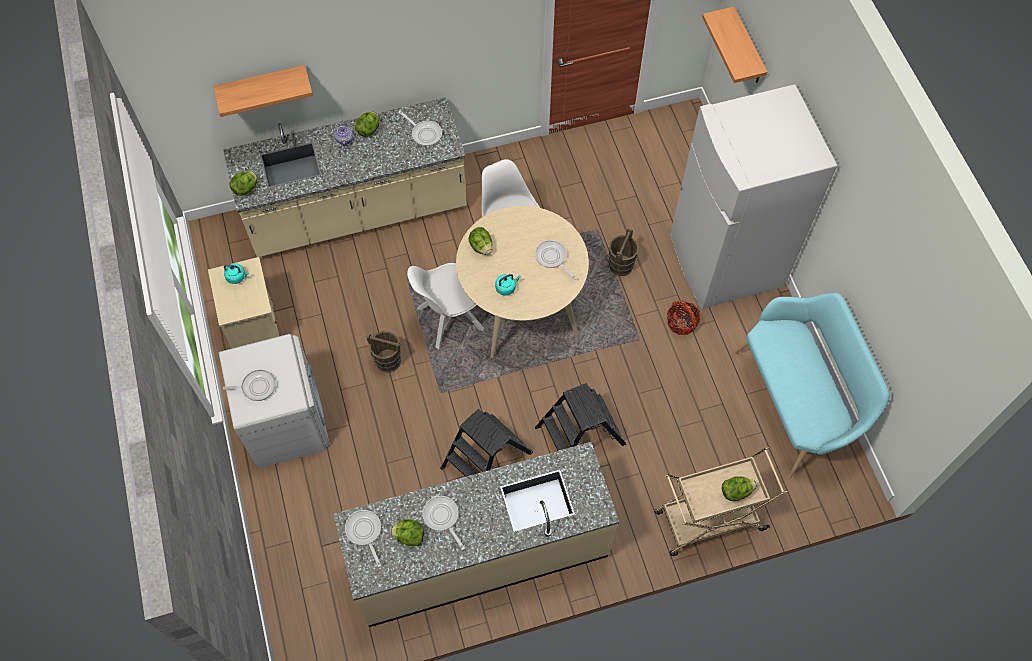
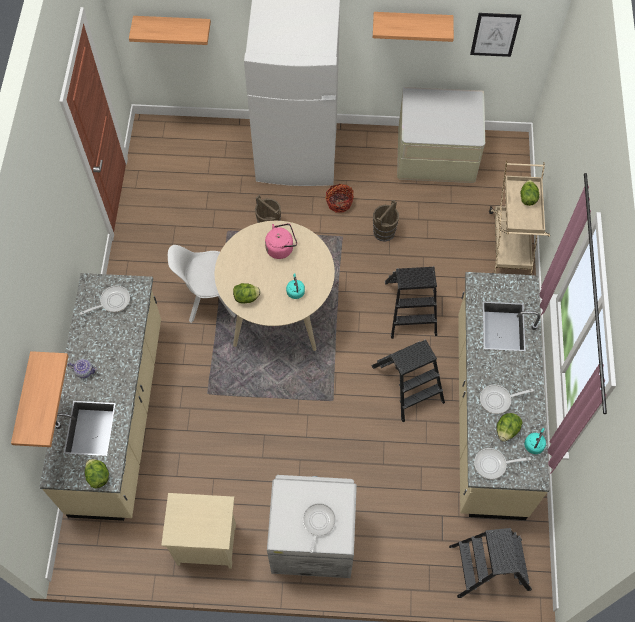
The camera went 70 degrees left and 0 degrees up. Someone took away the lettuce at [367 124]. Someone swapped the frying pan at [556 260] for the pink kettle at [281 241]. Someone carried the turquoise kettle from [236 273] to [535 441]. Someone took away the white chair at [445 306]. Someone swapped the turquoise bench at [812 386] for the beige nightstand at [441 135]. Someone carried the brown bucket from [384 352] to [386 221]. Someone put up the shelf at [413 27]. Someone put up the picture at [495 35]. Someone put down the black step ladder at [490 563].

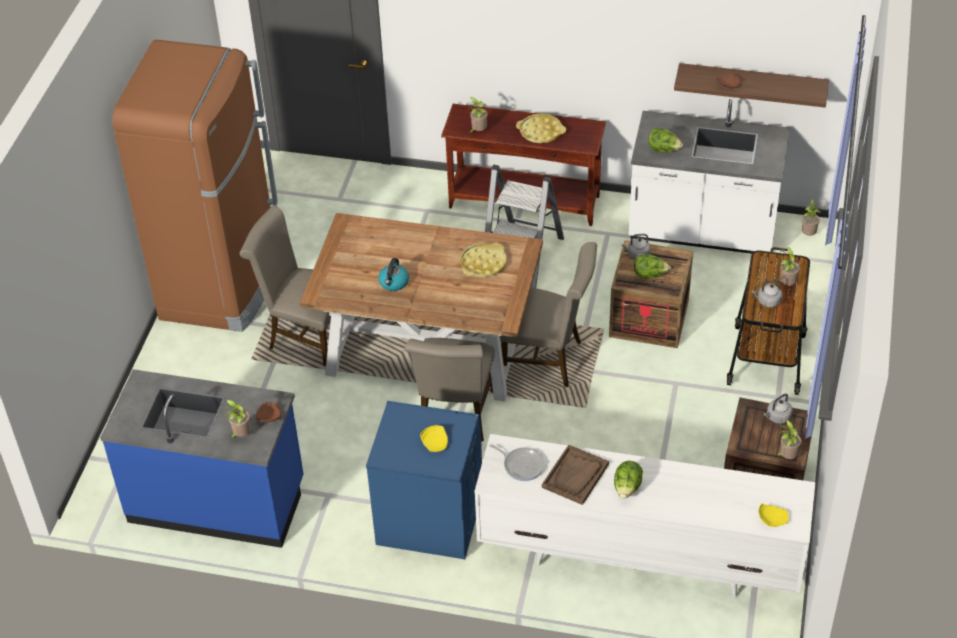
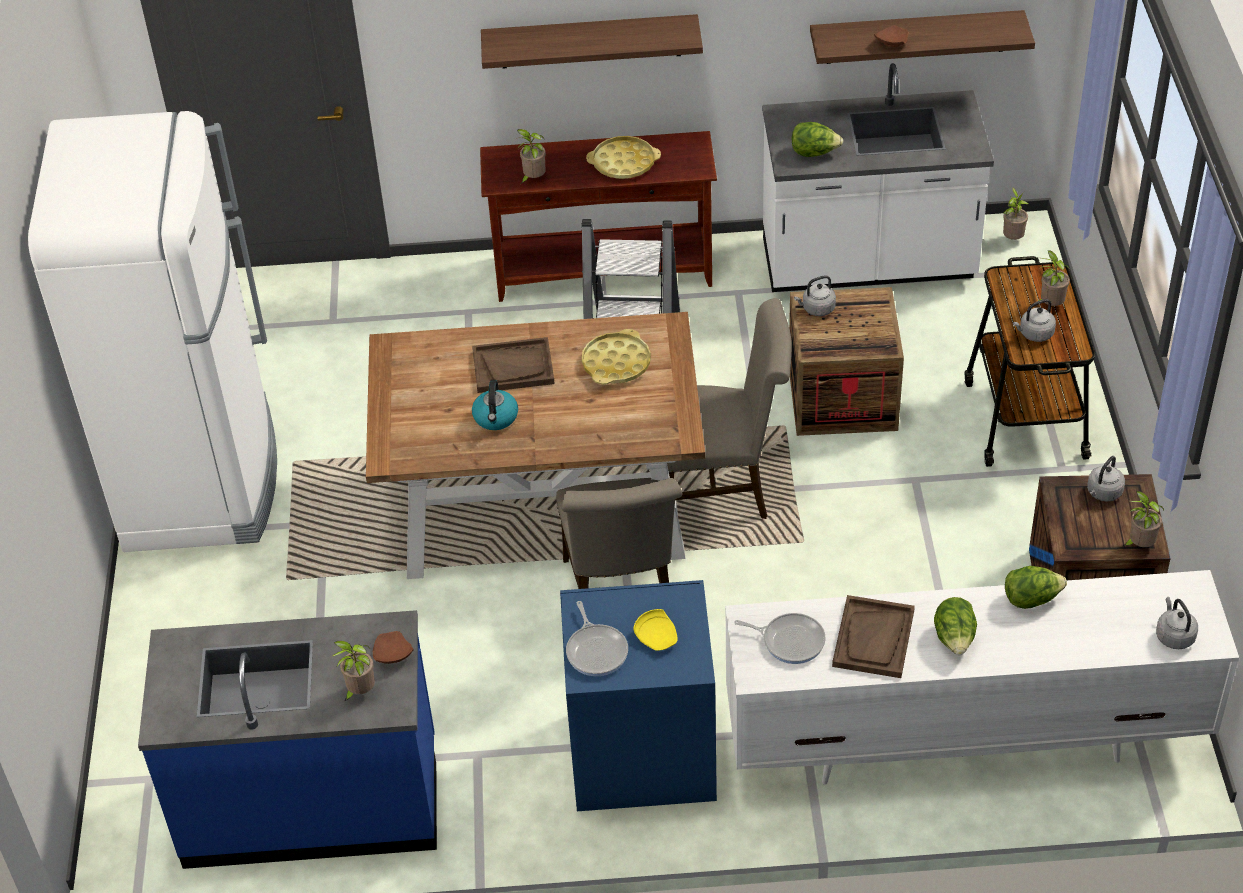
The camera went 15 degrees left and 0 degrees up. Someone repainted the brown fridge at [195 186], which became the white fridge at [152 331]. Someone took away the beige chair at [285 285]. Someone carried the lettuce from [652 266] to [1036 587]. Someone swapped the yellow plate at [774 515] for the grey kettle at [1177 623]. Someone put up the shelf at [592 41]. Someone put down the brown tray at [513 365]. Someone put down the frying pan at [597 638].

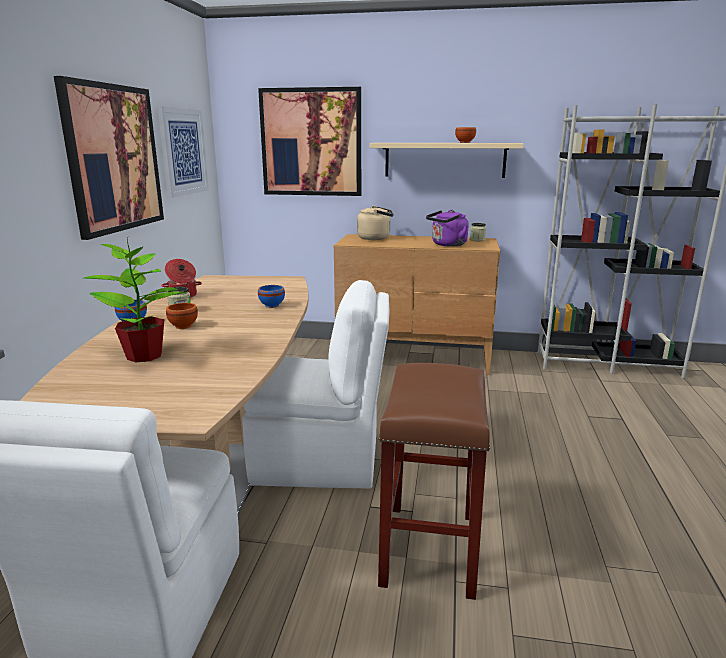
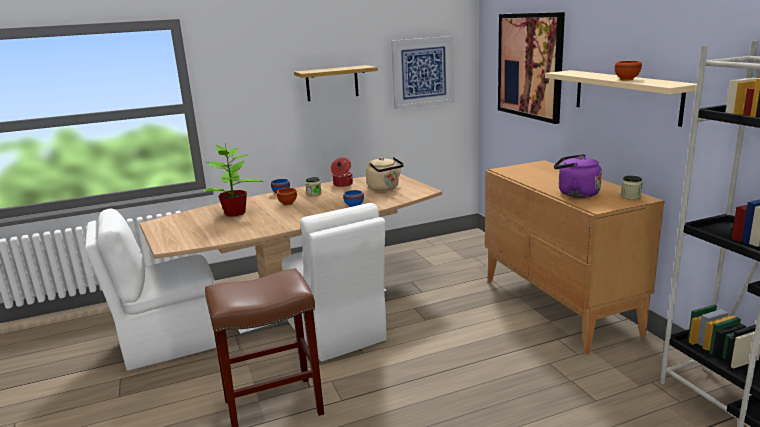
The camera went 60 degrees right and 0 degrees up. Someone swapped the picture at [109 158] for the shelf at [336 83]. Someone carried the beige kettle from [375 223] to [385 174].

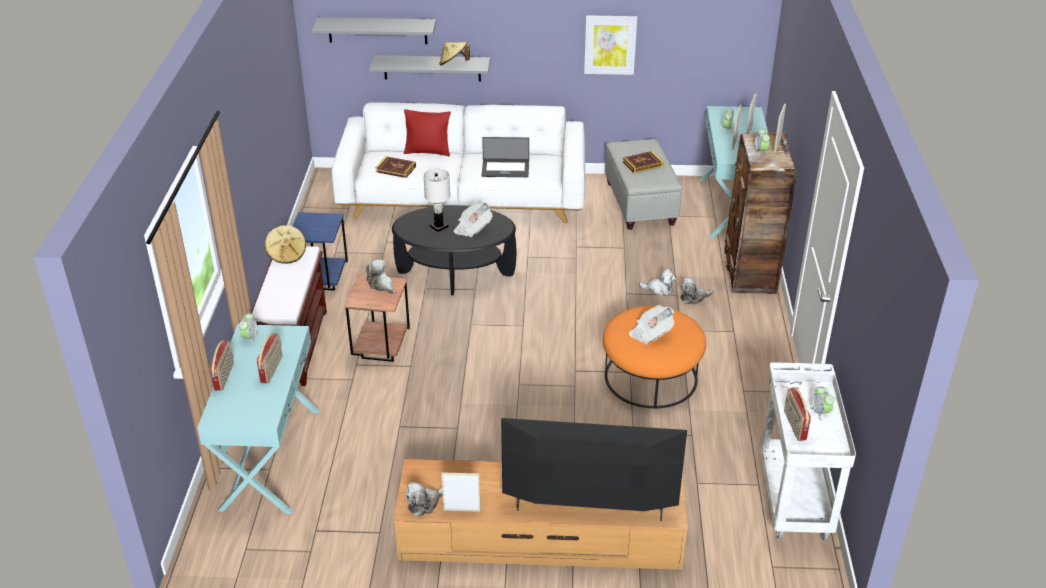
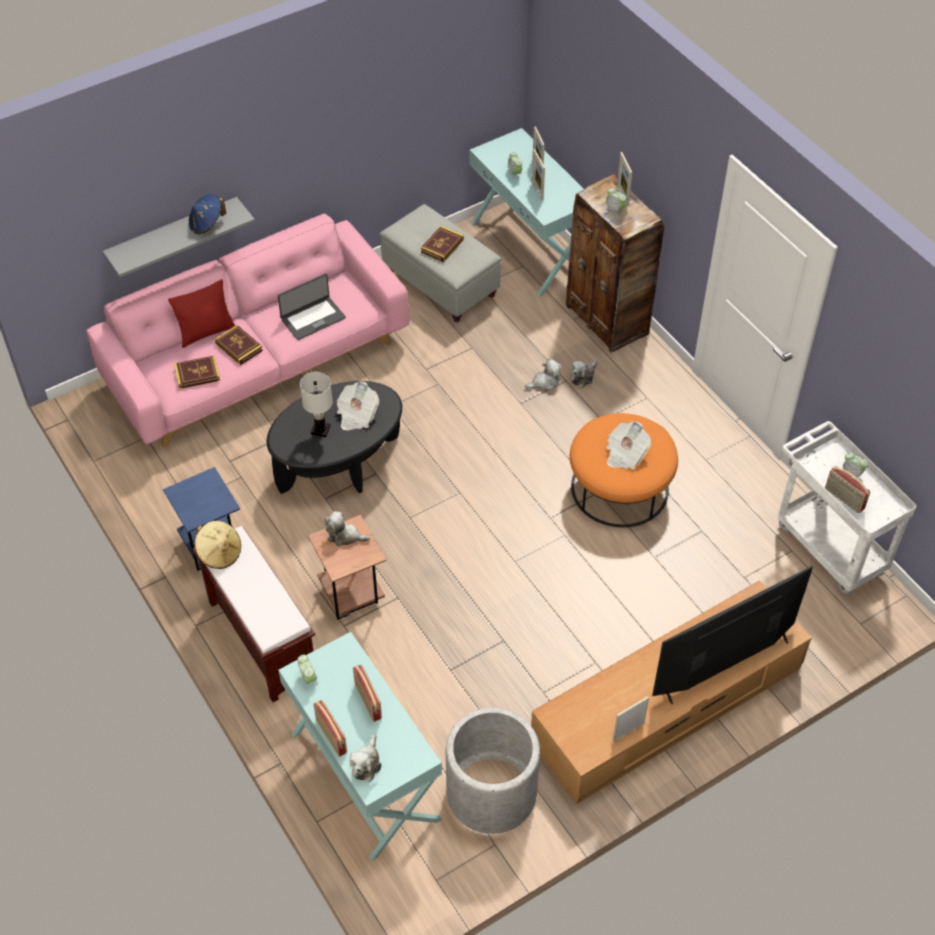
The camera went 35 degrees left and 15 degrees up. Someone took away the picture at [610 45]. Someone took away the grey shelf at [374 30]. Someone repainted the beige hat at [454 53], which became the blue hat at [207 214]. Someone repainted the white sofa at [458 163], which became the pink sofa at [248 331]. Someone carried the plush toy from [424 499] to [365 758]. Someone put down the book at [239 345]. Someone put down the grey planter at [493 771].

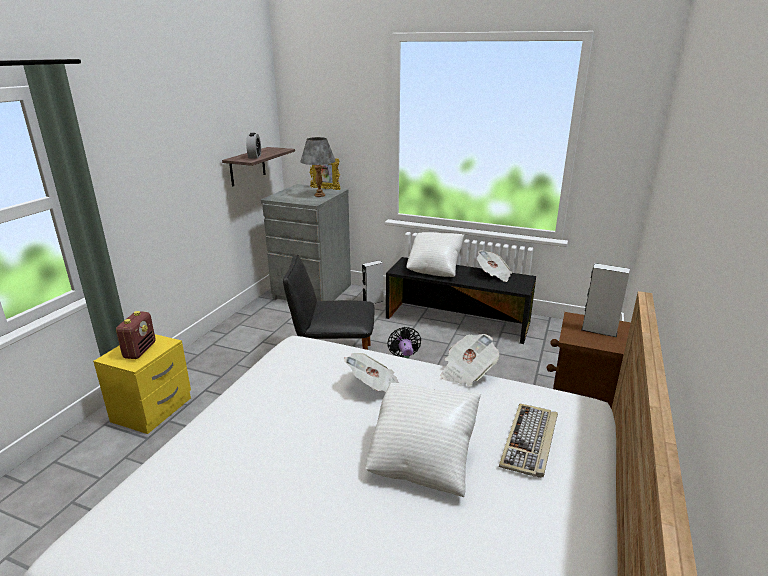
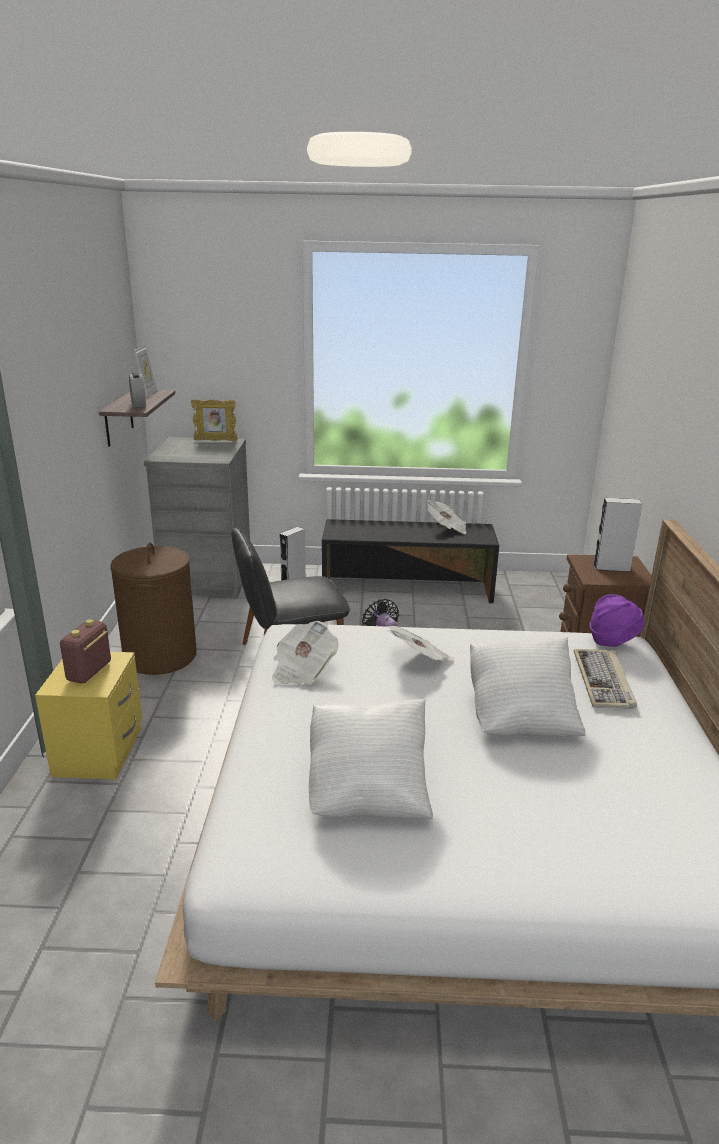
The camera went 20 degrees left and 0 degrees up. Someone took away the grey table lamp at [317 167]. Someone carried the white pillow from [435 254] to [371 758]. Someone rotated the radio at [136 335] by 150 degrees counterclockwise. Someone carried the newspaper from [469 360] to [305 653]. Someone put down the picture frame at [145 371]. Someone put down the brown laundry basket at [153 609]. Someone put down the purple hat at [617 620].

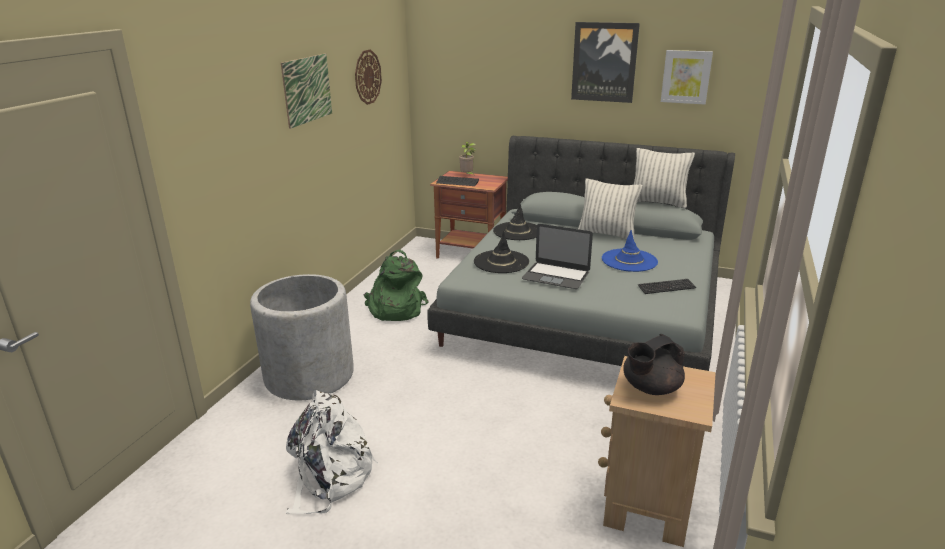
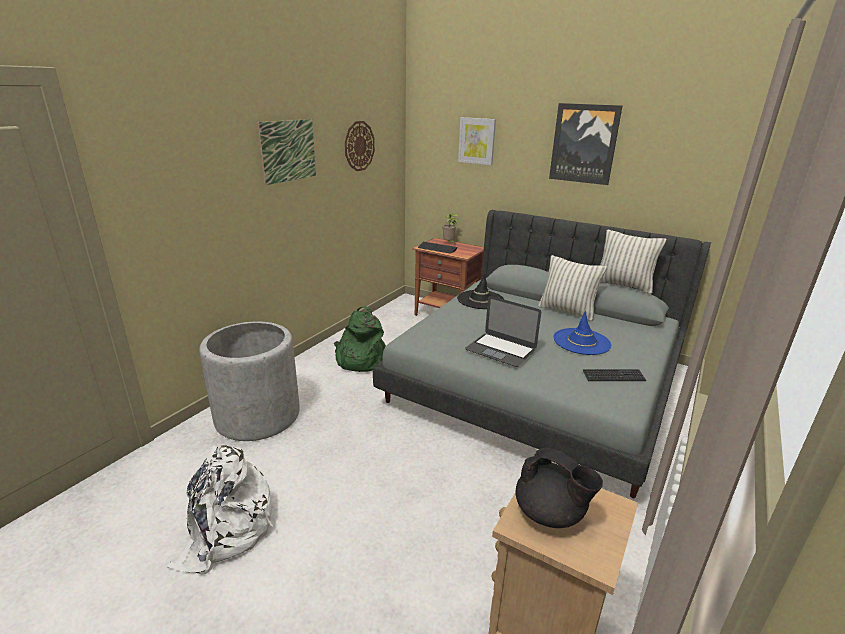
The camera went 10 degrees right and 0 degrees up. Someone carried the picture from [687 77] to [477 141]. Someone took away the black hat at [501 252]. Someone rotated the black teapot at [654 364] by 120 degrees counterclockwise.

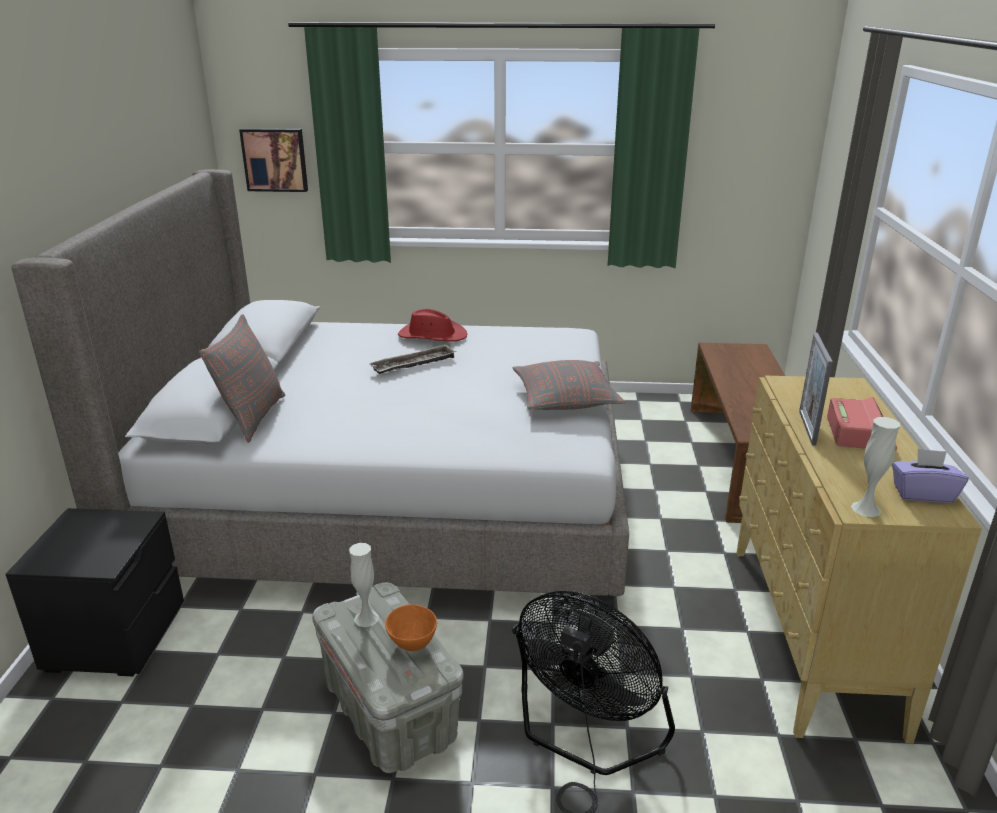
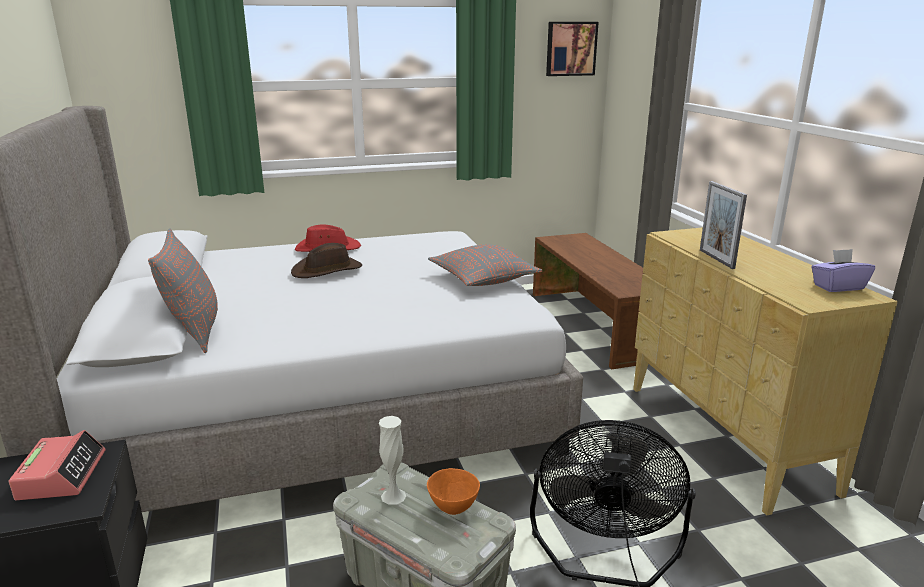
The camera went 20 degrees left and 5 degrees down. Someone carried the picture from [273 160] to [572 49]. Someone swapped the tray at [412 359] for the brown hat at [326 260]. Someone carried the alarm clock from [862 424] to [57 465]. Someone took away the white vase at [875 467].

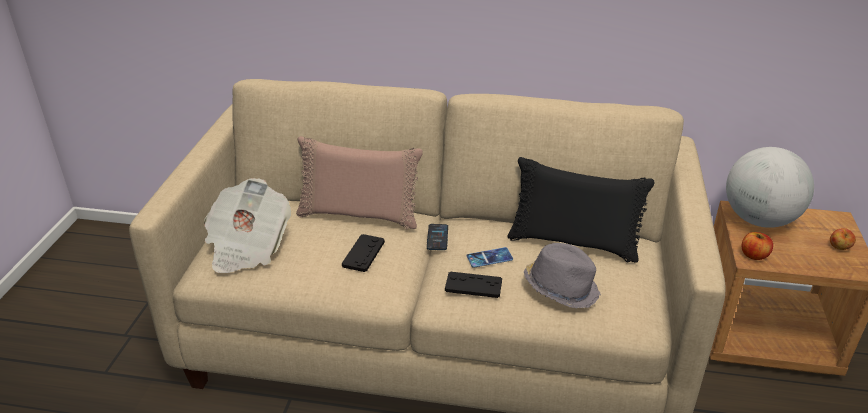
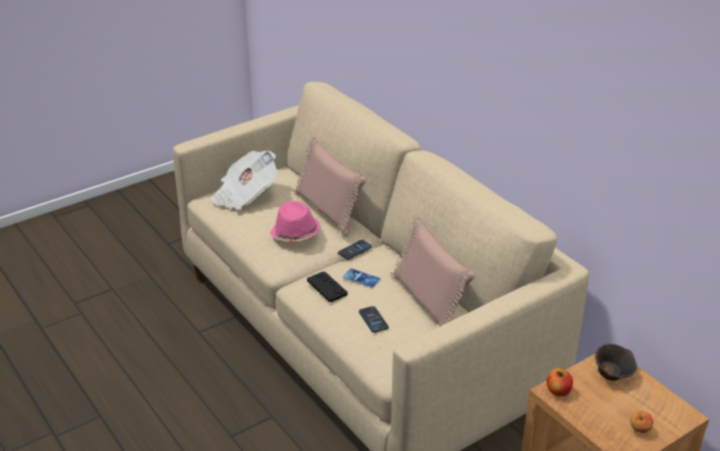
The camera went 45 degrees right and 0 degrees up. Someone swapped the globe at [770 187] for the brown bowl at [616 362]. Someone repainted the black pillow at [581 210], which became the beige pillow at [432 270]. Someone swapped the black game controller at [363 253] for the pink hat at [295 221]. Someone swapped the grey hat at [562 276] for the phone at [374 319].

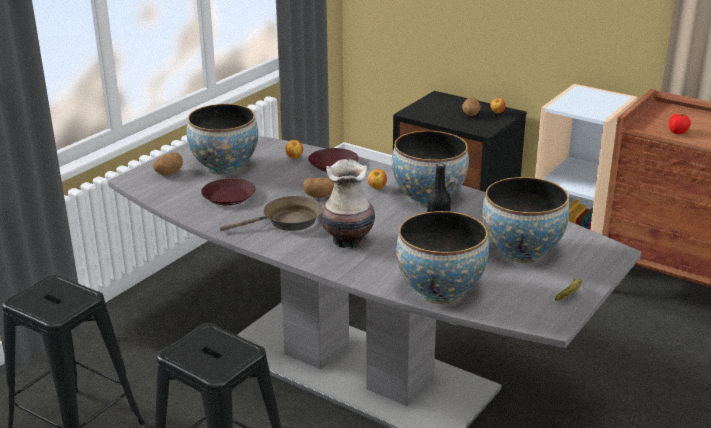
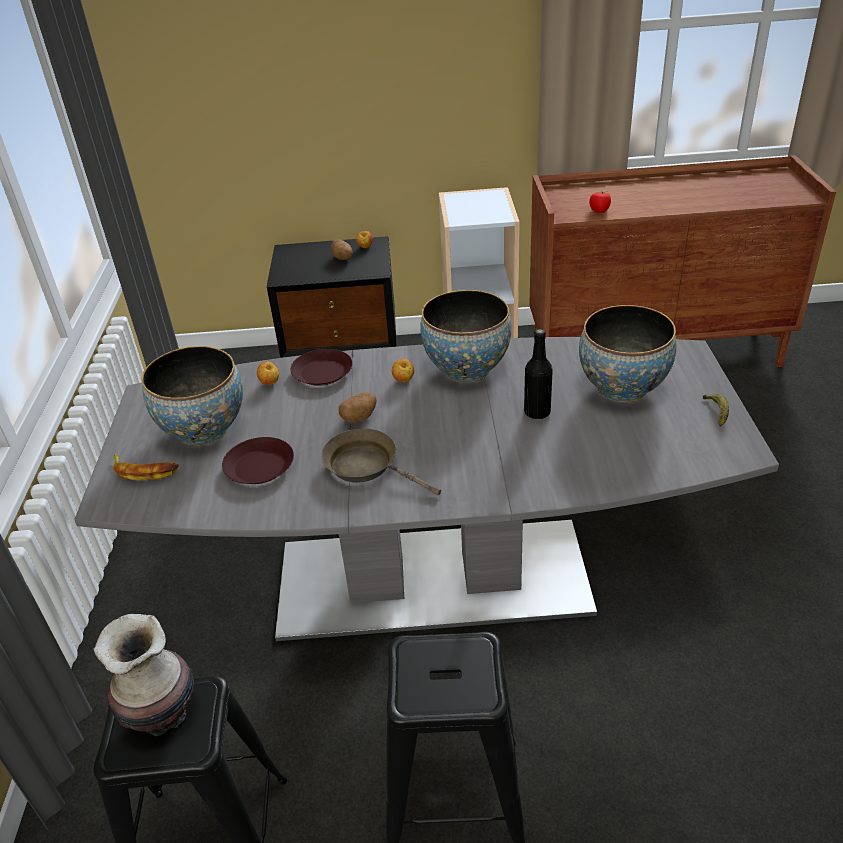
The camera went 35 degrees left and 10 degrees up. Someone swapped the potato at [168 163] for the banana at [145 467]. Someone carried the vase from [348 203] to [143 675]. Someone rotated the brown frying pan at [271 213] by 90 degrees counterclockwise. Someone took away the bowl at [442 257].

